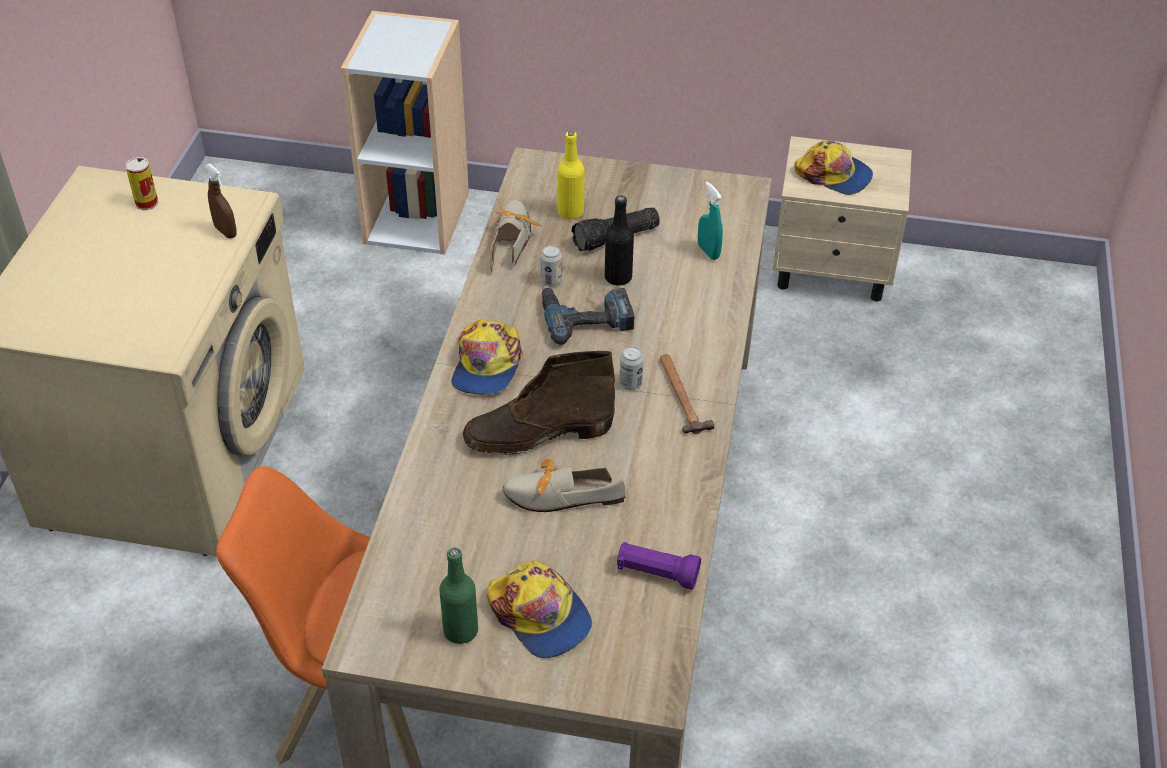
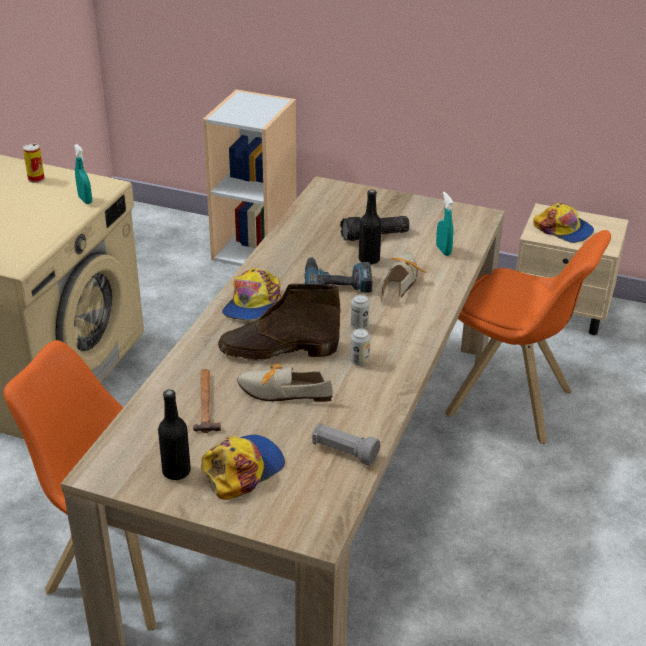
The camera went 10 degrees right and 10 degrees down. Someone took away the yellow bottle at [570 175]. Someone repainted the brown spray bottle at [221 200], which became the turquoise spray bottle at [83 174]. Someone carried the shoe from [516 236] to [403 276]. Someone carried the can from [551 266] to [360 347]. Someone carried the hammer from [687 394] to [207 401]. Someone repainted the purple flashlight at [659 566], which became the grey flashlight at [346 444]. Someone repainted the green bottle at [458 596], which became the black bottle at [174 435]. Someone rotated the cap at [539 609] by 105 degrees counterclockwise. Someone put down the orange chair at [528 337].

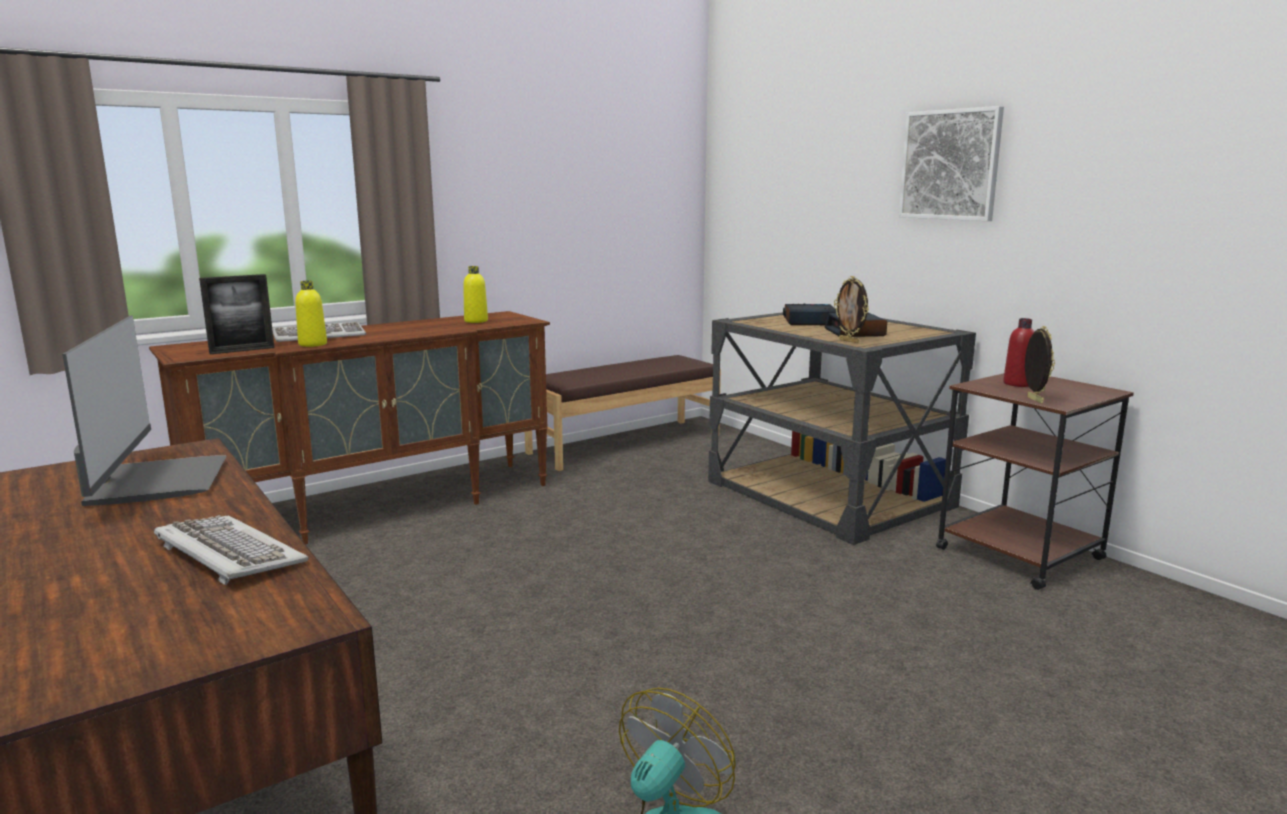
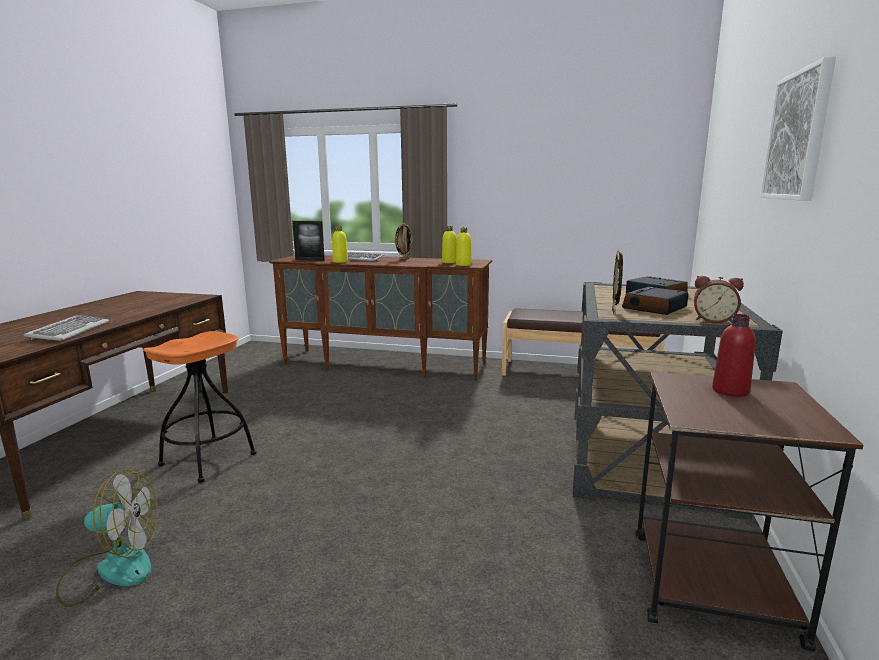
The camera went 50 degrees right and 0 degrees up. Someone took away the monitor at [144 411]. Someone carried the picture frame from [1040 365] to [404 241]. Someone put down the yellow bottle at [464 246]. Someone put down the alarm clock at [719 299]. Someone put down the orange stool at [199 407].

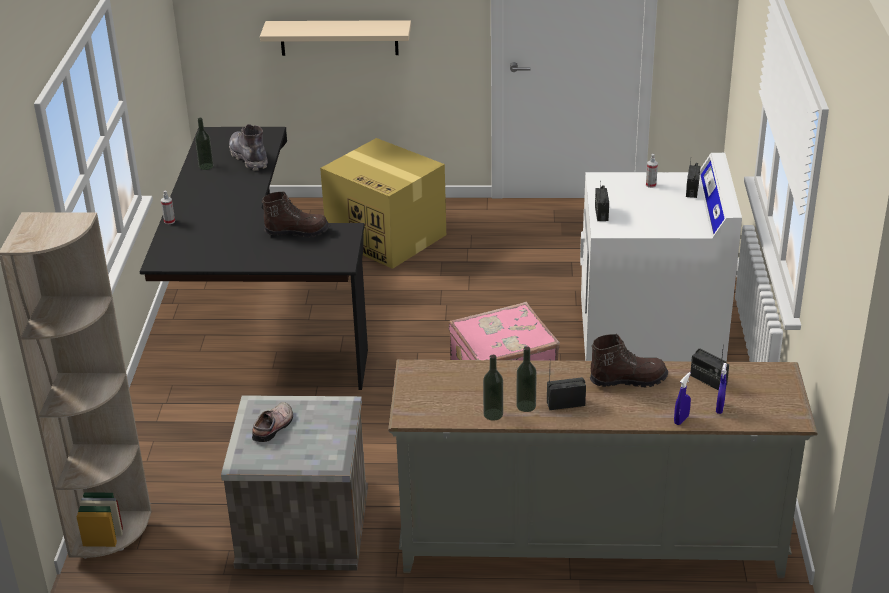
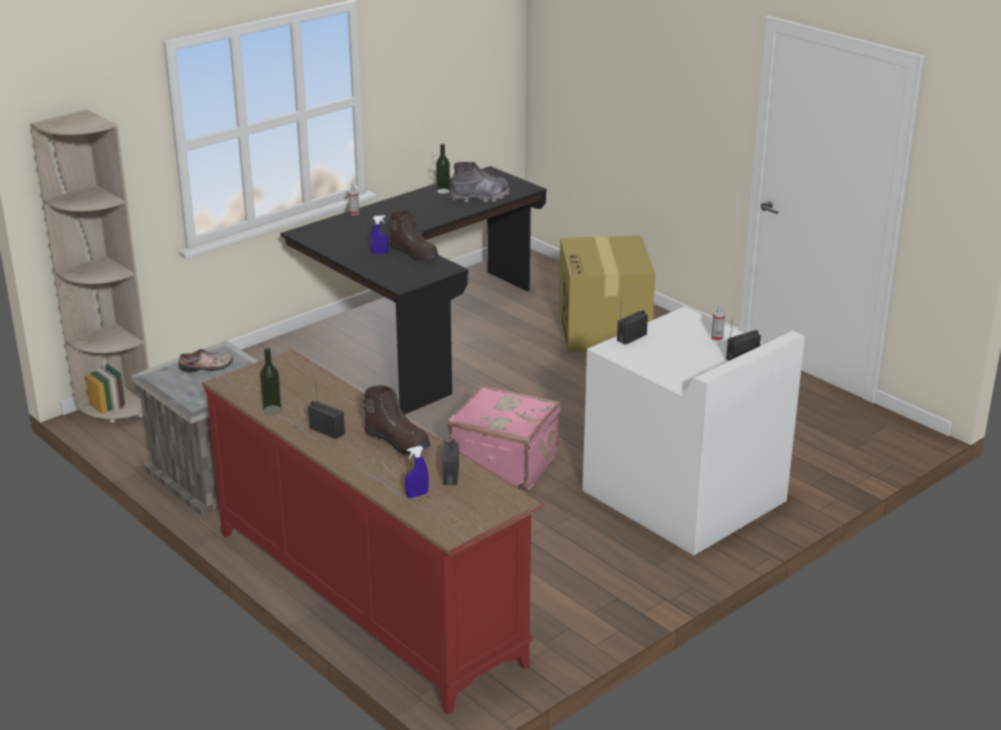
The camera went 45 degrees right and 5 degrees down. Someone took away the beige shelf at [335 38]. Someone rotated the grey boot at [248 147] by 60 degrees clockwise. Someone took away the bottle at [526 379]. Someone repainted the grey cabinet at [603 469], which became the red cabinet at [374 532]. Someone carried the blue spray bottle from [682 398] to [379 234].

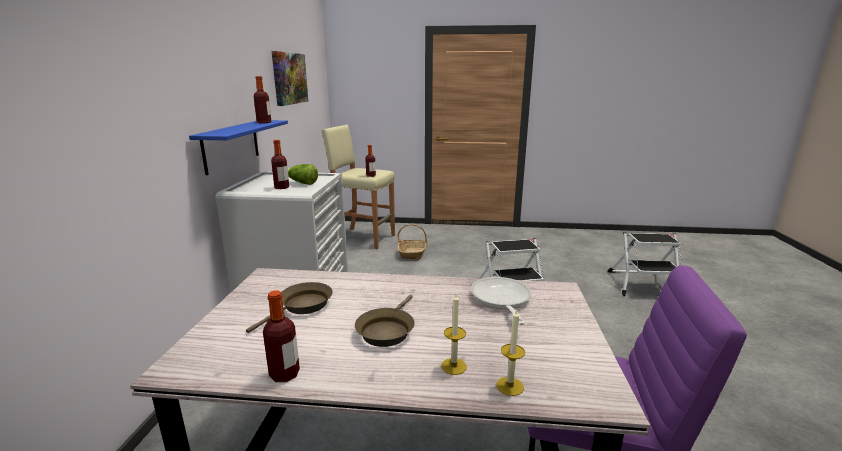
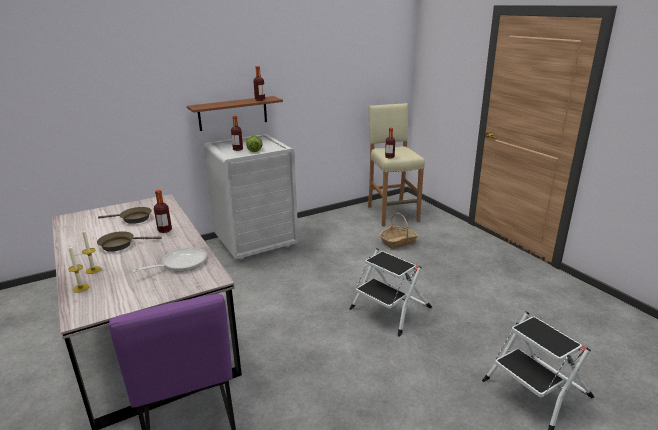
The camera went 55 degrees right and 5 degrees up. Someone took away the picture at [290 78]. Someone repainted the blue shelf at [238 147], which became the brown shelf at [235 113]. Someone carried the bottle from [281 336] to [163 211].

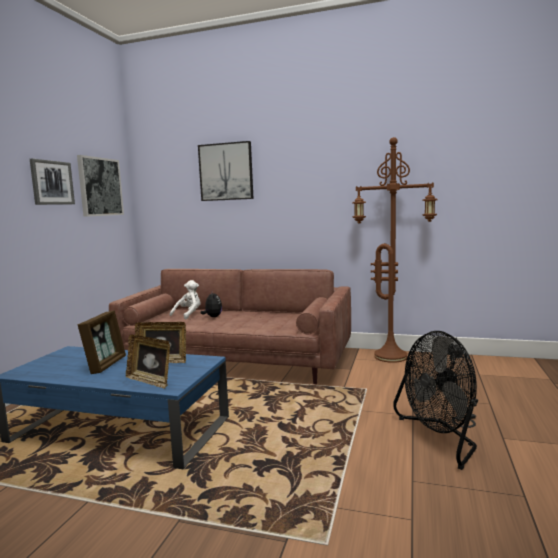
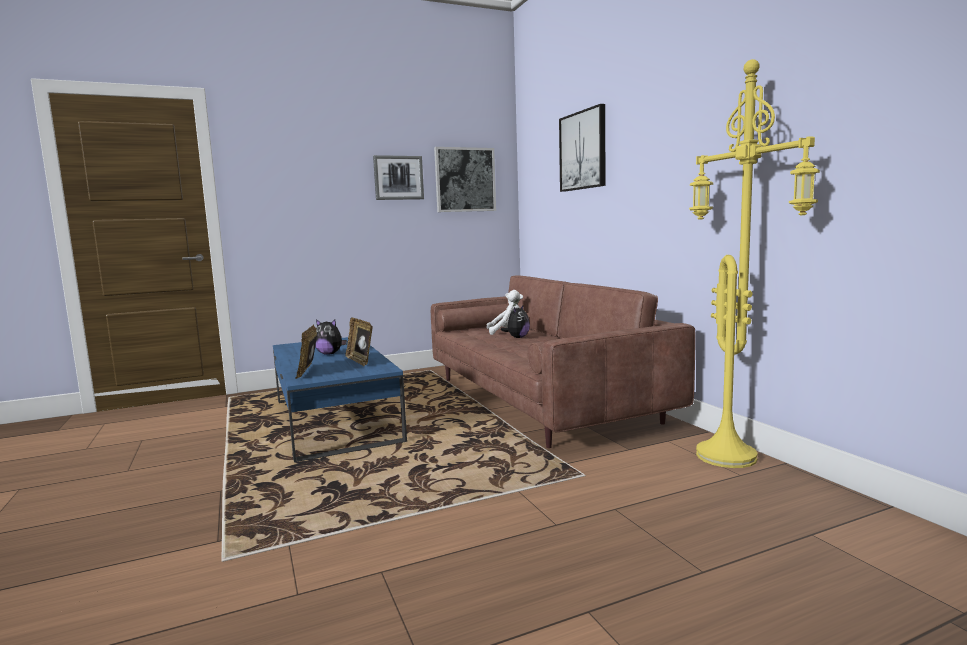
The camera went 50 degrees right and 0 degrees up. Someone repainted the brown floor lamp at [394 250], which became the yellow floor lamp at [754 263]. Someone swapped the picture frame at [102 342] for the plush toy at [331 337]. Someone took away the black fan at [435 400].

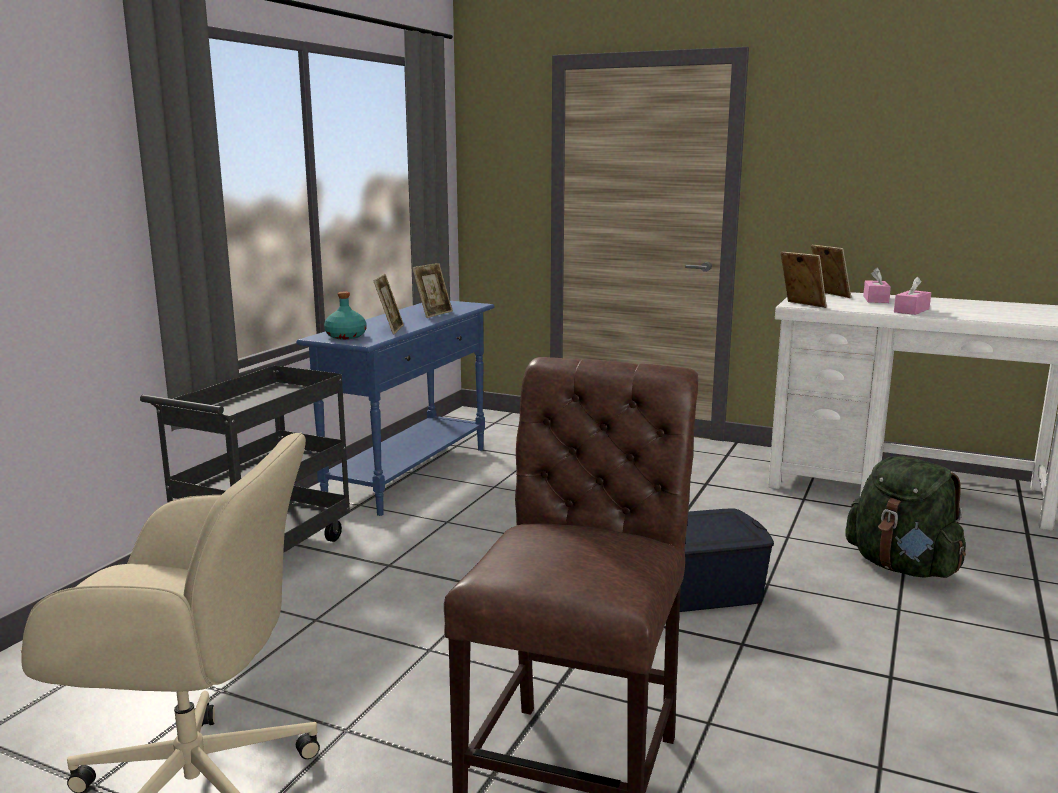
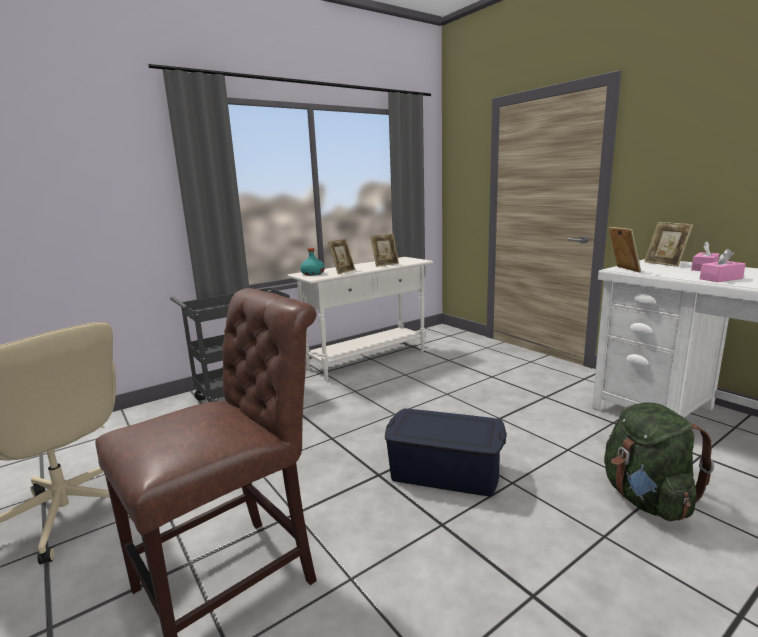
The camera went 30 degrees right and 0 degrees up. Someone rotated the picture frame at [831 271] by 150 degrees clockwise. Someone repainted the blue console table at [395 408], which became the white console table at [360 319].

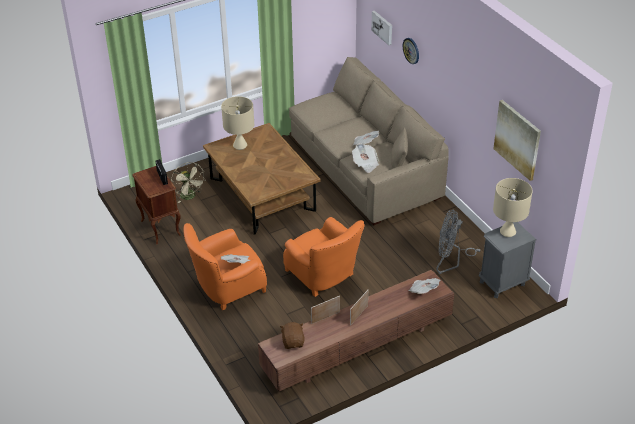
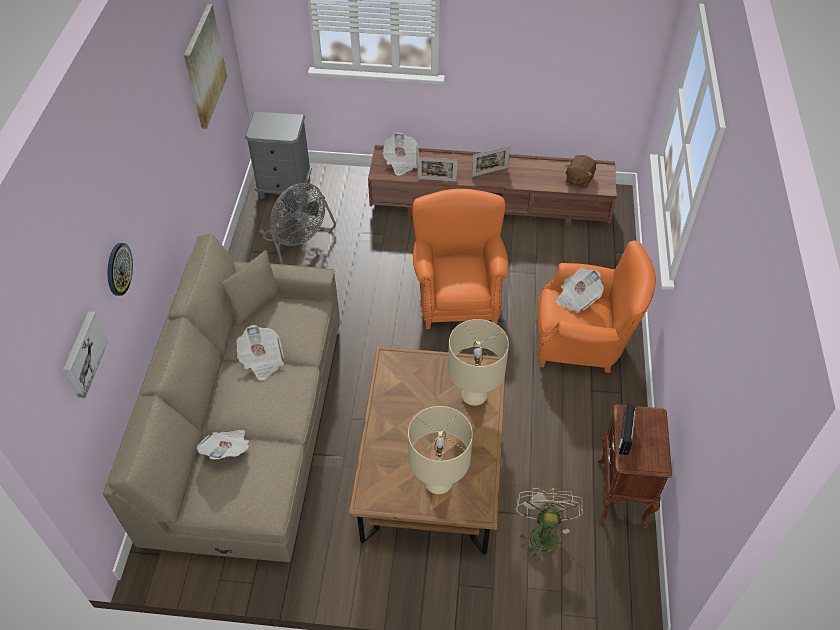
The camera went 145 degrees left and 10 degrees up. Someone carried the newspaper from [365 158] to [223 444]. Someone carried the beige table lamp from [513 207] to [478 362]. Someone carried the picture frame from [325 310] to [437 169].

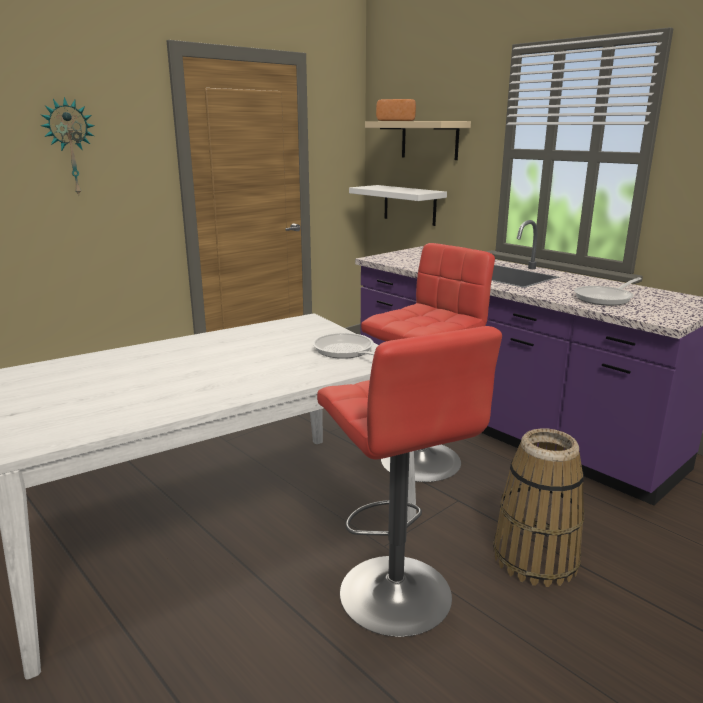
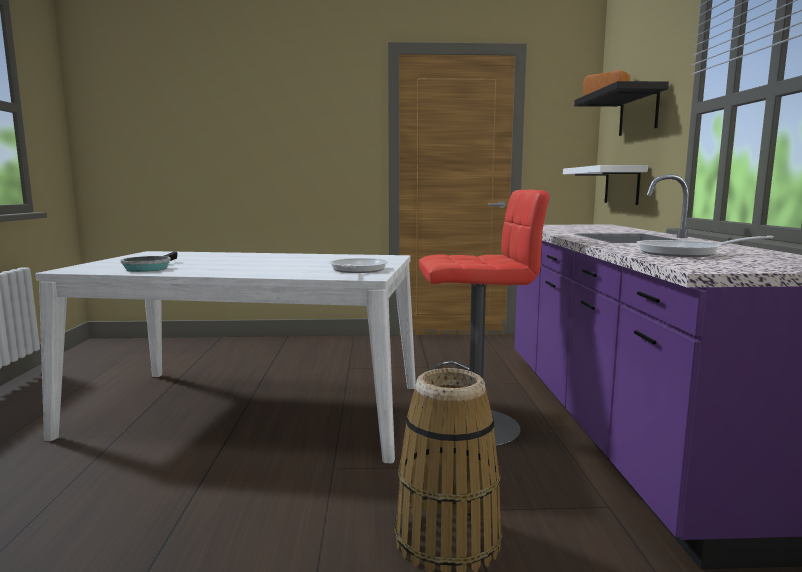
The camera went 40 degrees right and 10 degrees down. Someone took away the wall clock at [67 146]. Someone repainted the beige shelf at [418 140], which became the black shelf at [621 108]. Someone took away the red stool at [409 481]. Someone put down the frying pan at [149 262].

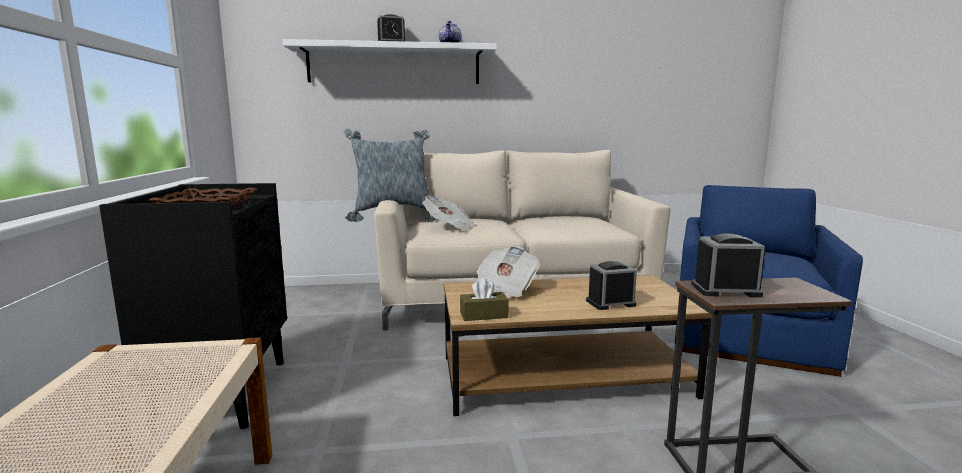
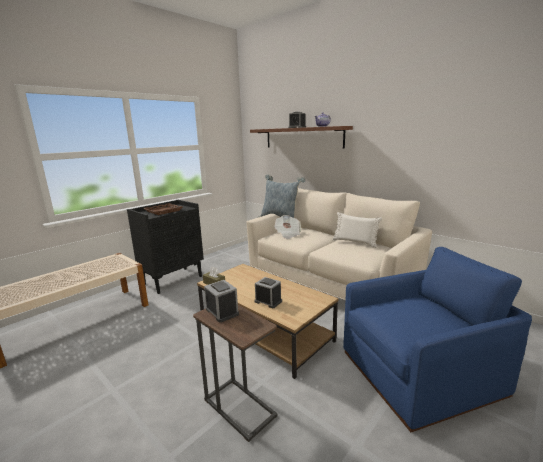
The camera went 50 degrees right and 5 degrees up. Someone repainted the white shelf at [389 61], which became the brown shelf at [301 137]. Someone took away the newspaper at [507 272]. Someone put down the white pillow at [357 230].

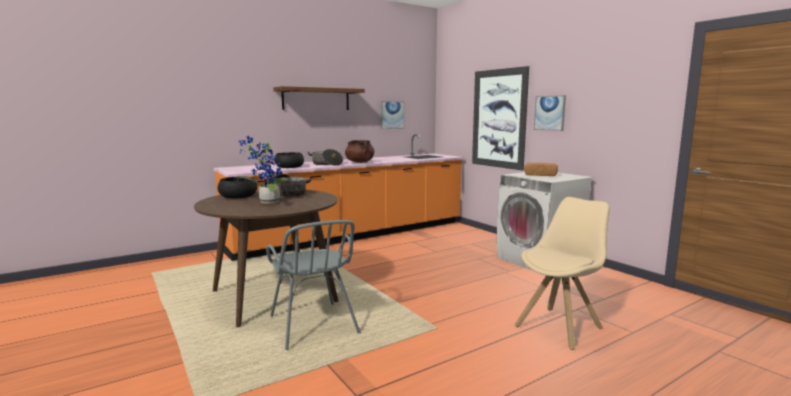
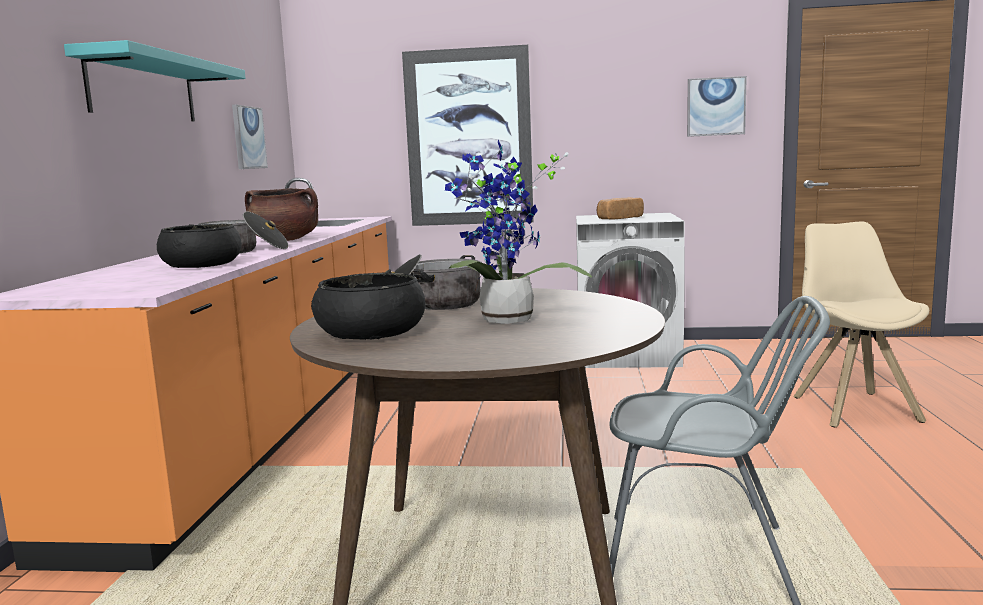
The camera went 50 degrees left and 0 degrees up. Someone repainted the brown shelf at [319 98], which became the turquoise shelf at [155 80]. Someone carried the picture from [550 113] to [717 106].

